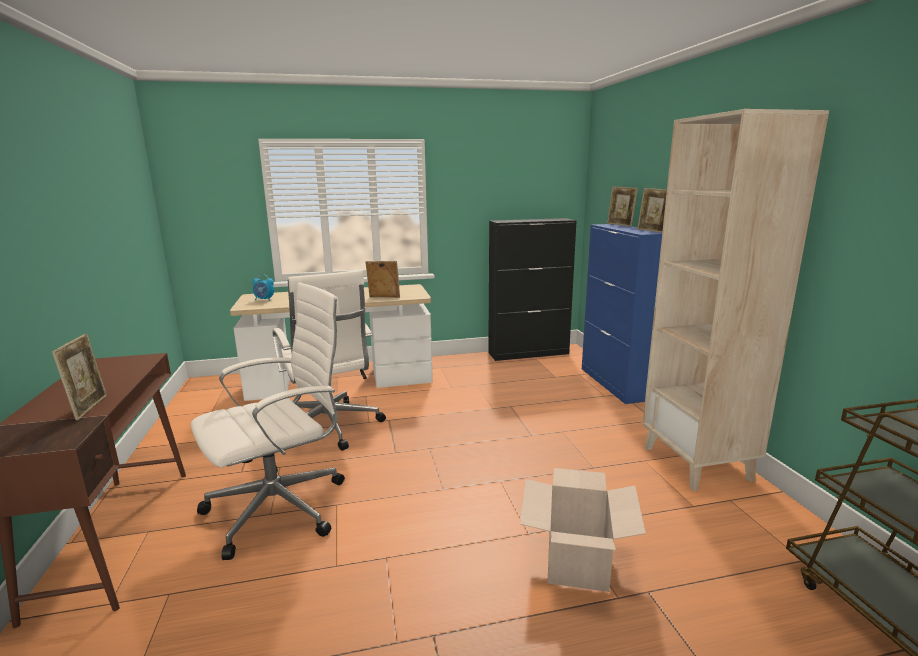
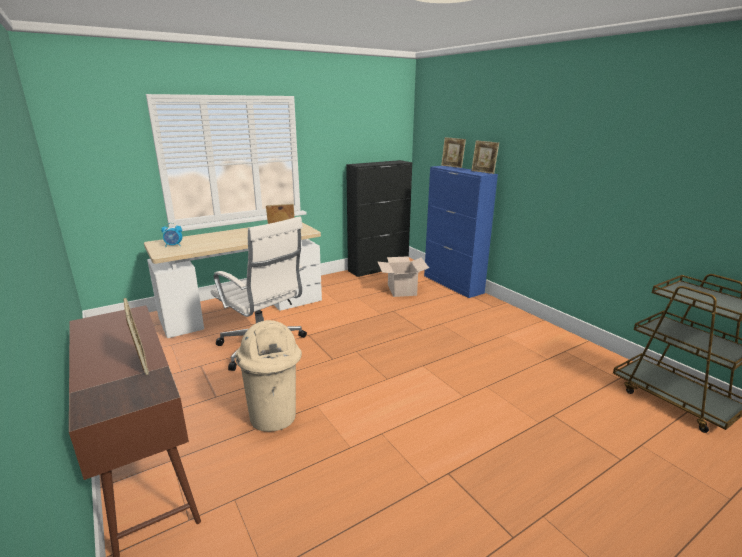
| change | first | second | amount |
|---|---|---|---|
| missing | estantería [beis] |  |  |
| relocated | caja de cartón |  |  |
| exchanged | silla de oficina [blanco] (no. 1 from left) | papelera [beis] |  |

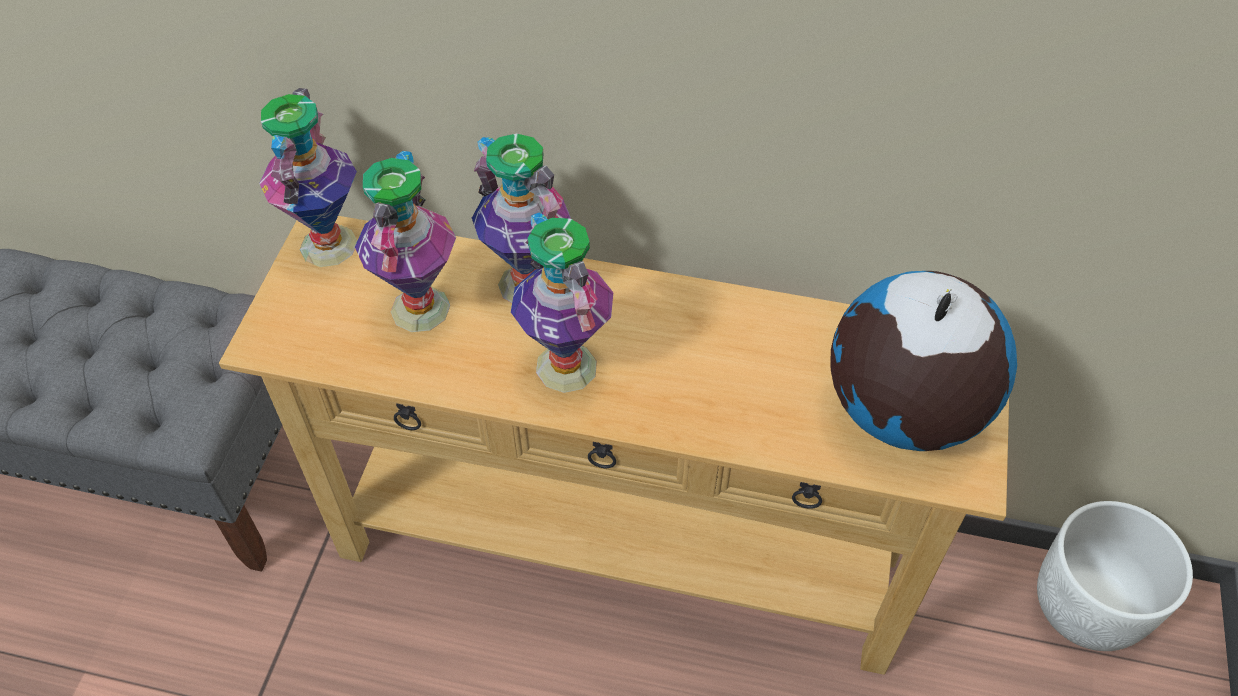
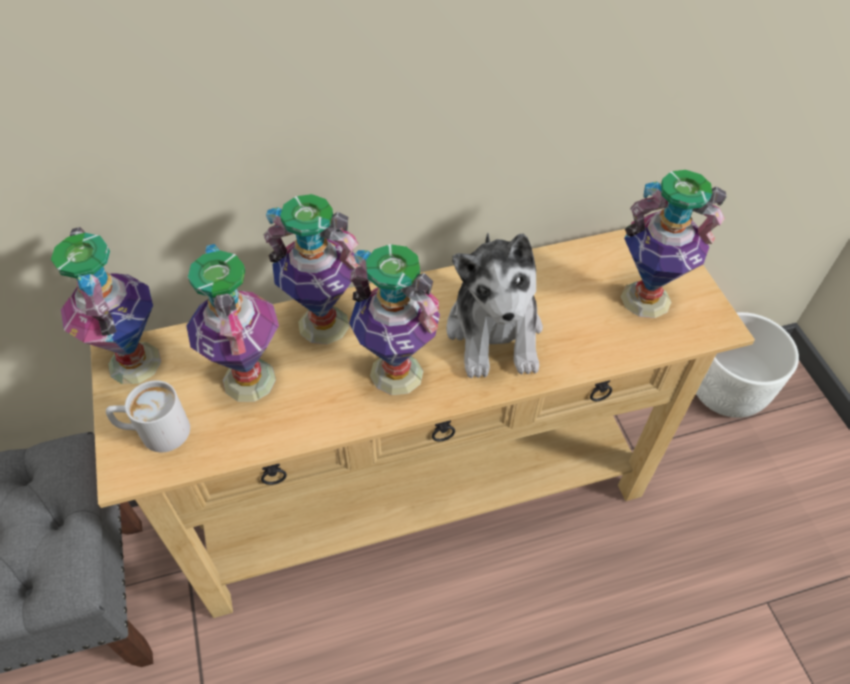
| change | first | second | amount |
|---|---|---|---|
| appeared |  | taza grande [blanco] |  |
| appeared |  | peluche |  |
| exchanged | globo terráqueo | florero (no. 5 from left) |  |

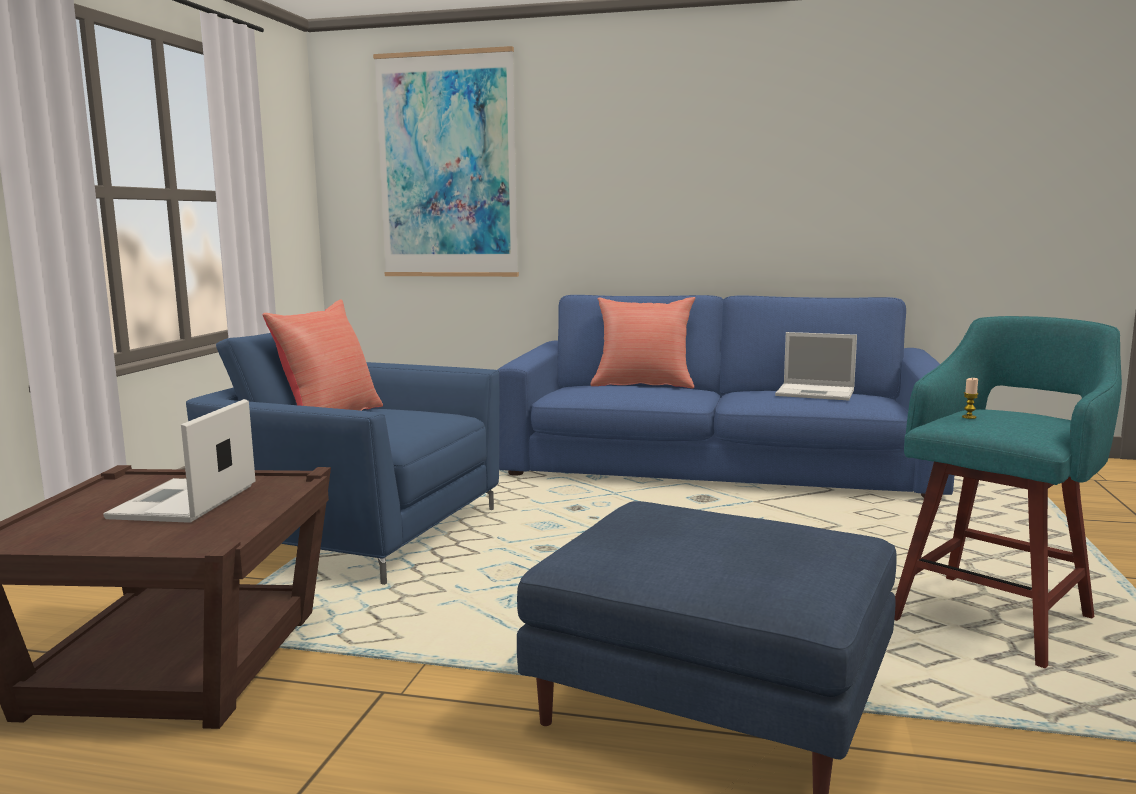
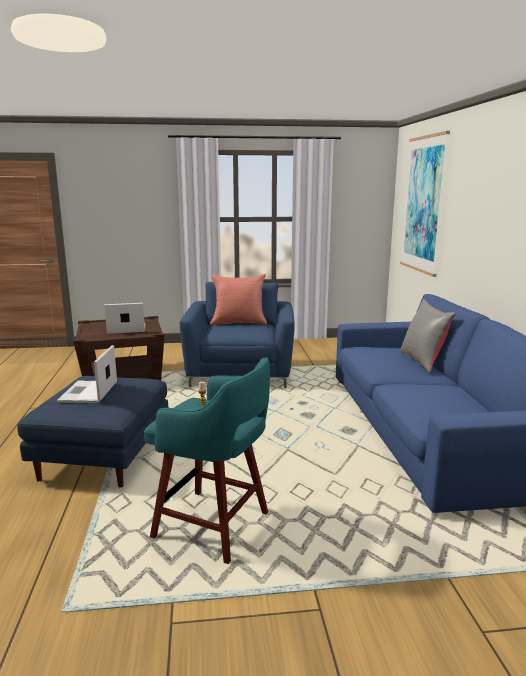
| change | first | second | amount |
|---|---|---|---|
| relocated | portátil (no. 2 from left in the first image) | portátil (no. 1 from left) |  |
| colour | cojín [rojo] (no. 2 from left) | cojín [gris] |  |

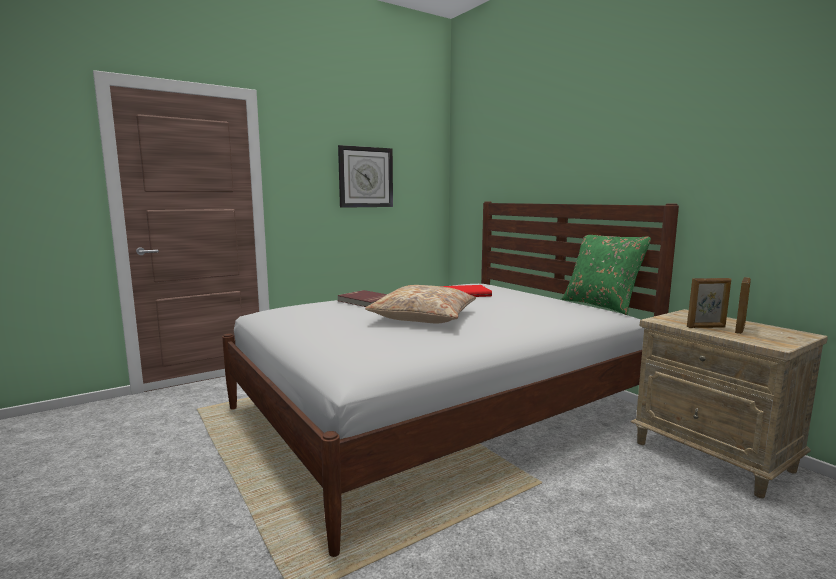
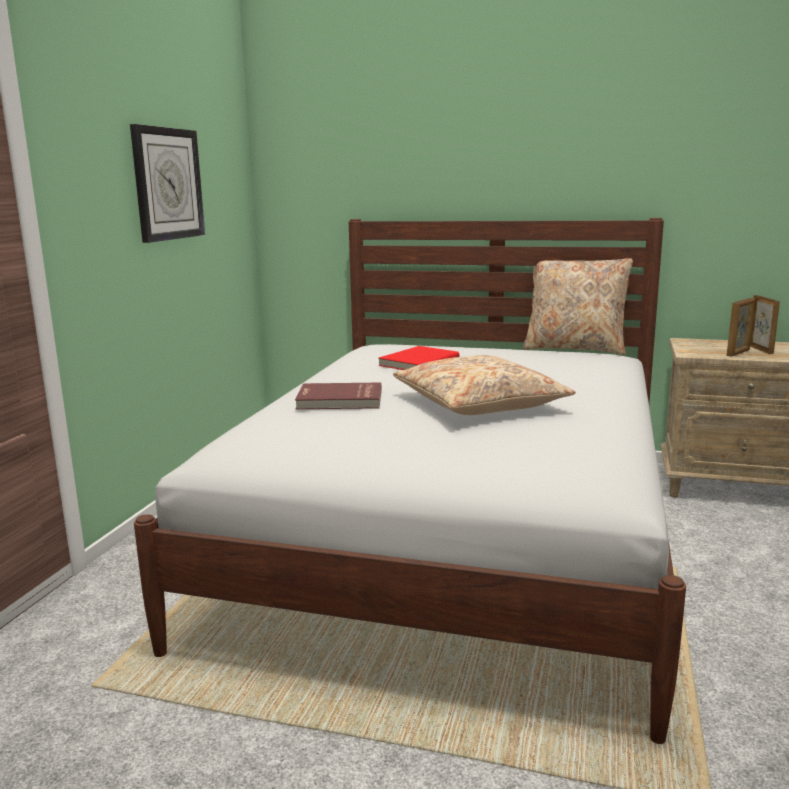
| change | first | second | amount |
|---|---|---|---|
| colour | cojín [verde] | cojín [beis] (no. 2 from left) |  |

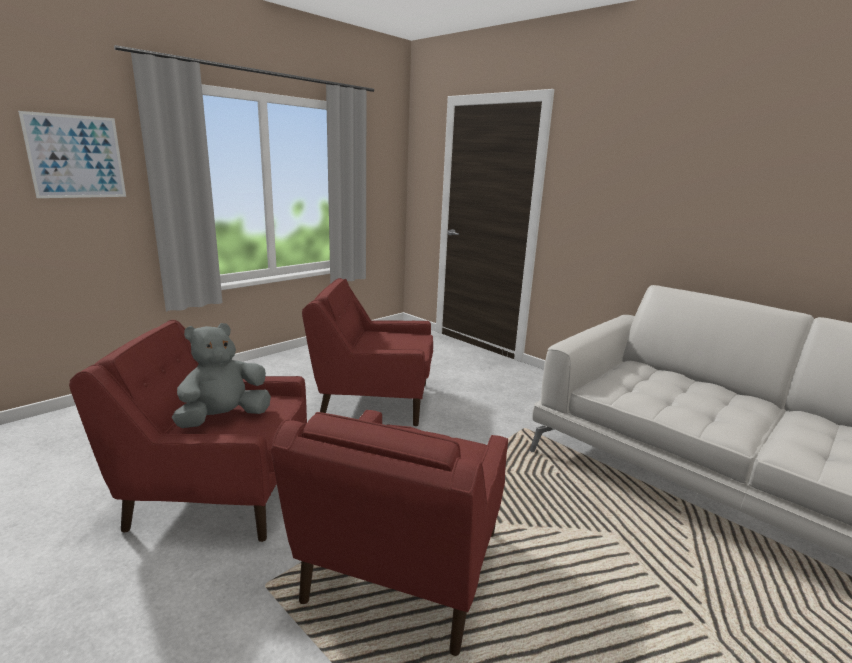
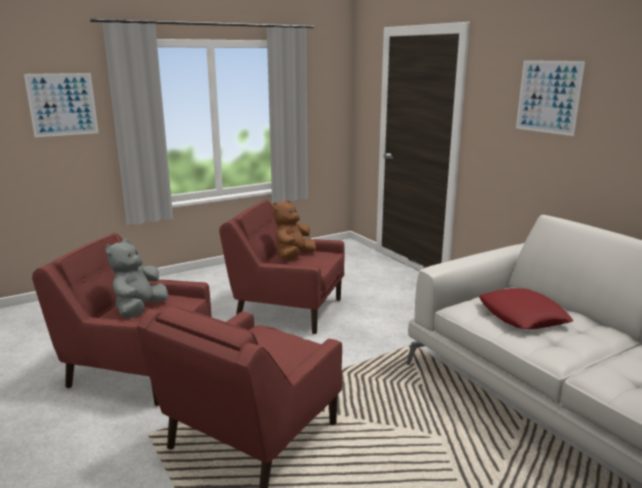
| change | first | second | amount |
|---|---|---|---|
| appeared |  | peluche [marrón] |  |
| appeared |  | cojín [rojo] |  |
| appeared |  | cuadro (no. 2 from left) |  |
| spun | peluche [gris] |  | 45 degrees counterclockwise |

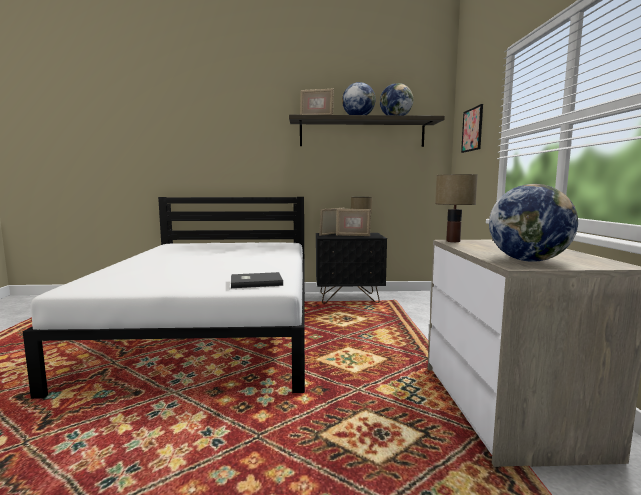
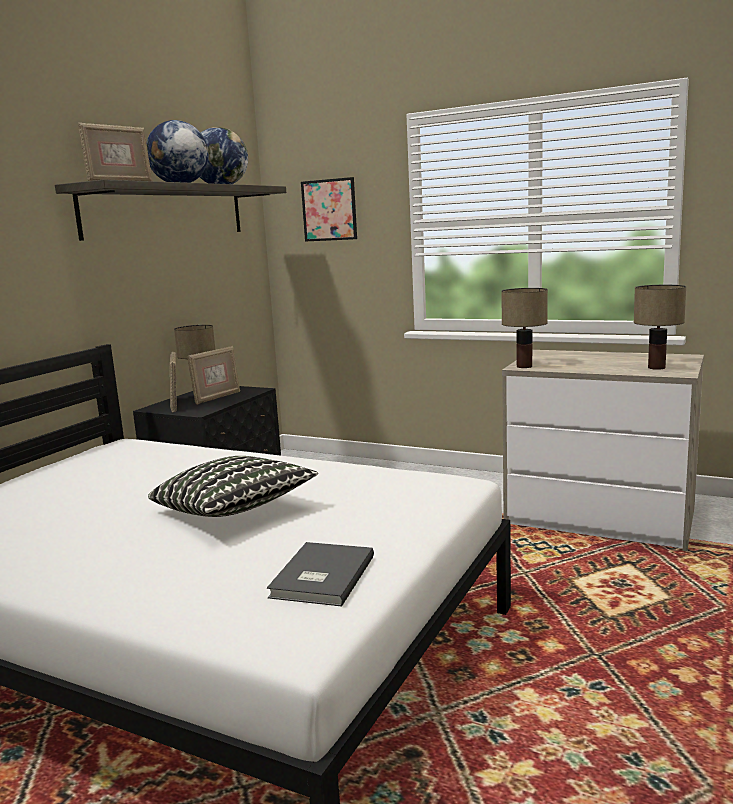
| change | first | second | amount |
|---|---|---|---|
| appeared |  | cojín |  |
| relocated | libro [gris] |  |  |
| exchanged | globo terráqueo (no. 3 from left) | lámpara de mesa (no. 3 from left) |  |

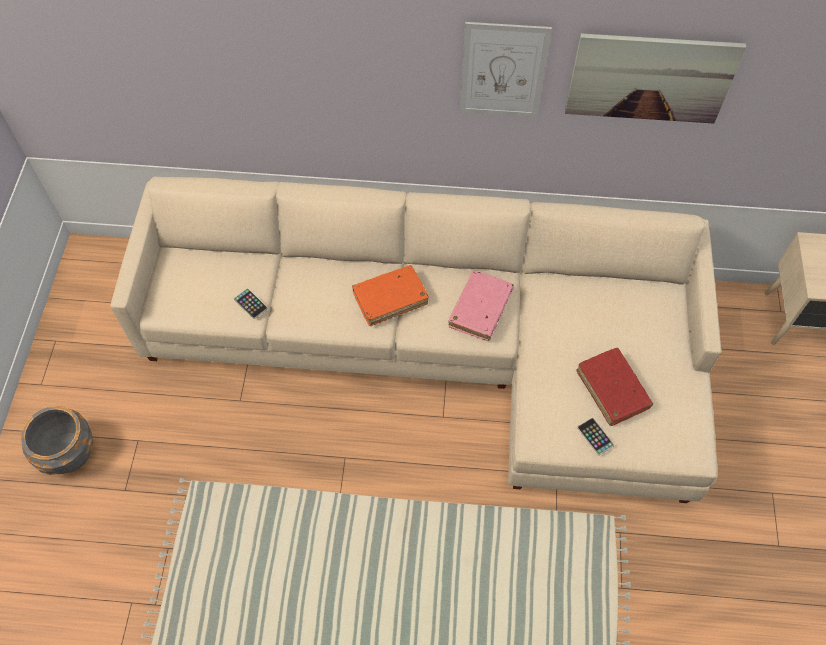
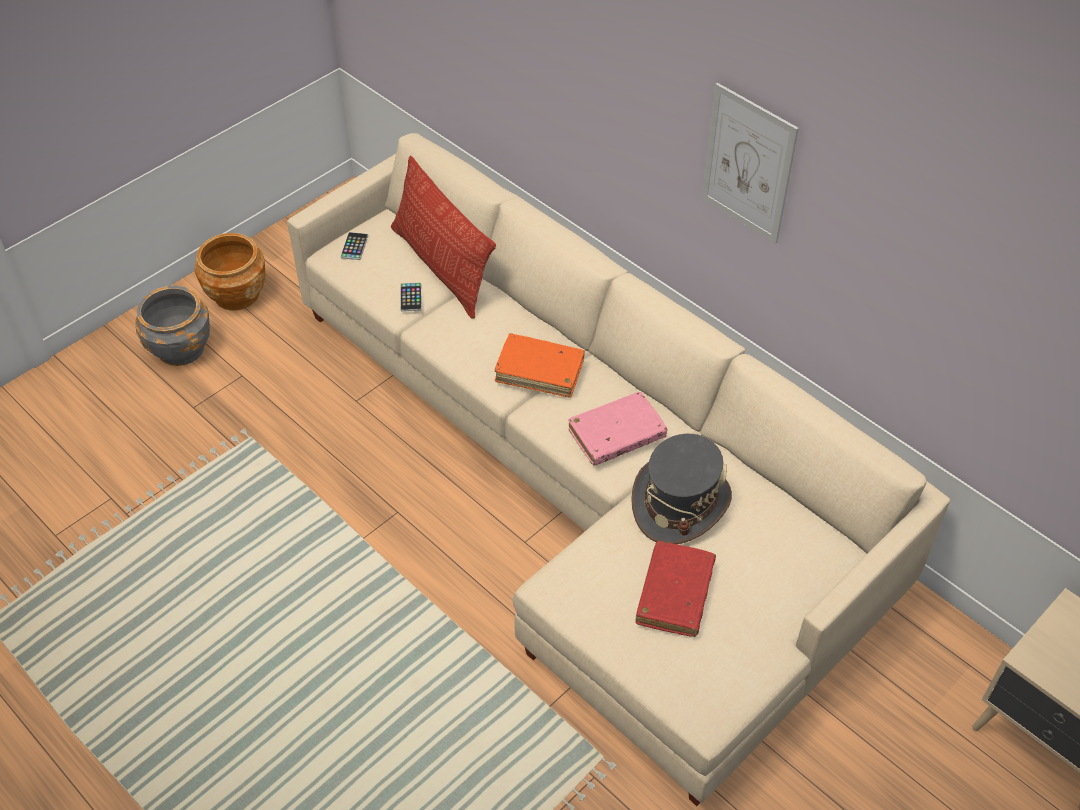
| change | first | second | amount |
|---|---|---|---|
| missing | cuadro (no. 2 from left) |  |  |
| appeared |  | maceta [marrón] |  |
| appeared |  | cojín |  |
| appeared |  | sombrero [gris] |  |
| relocated | móvil (no. 2 from left in the first image) | móvil (no. 1 from left) |  |

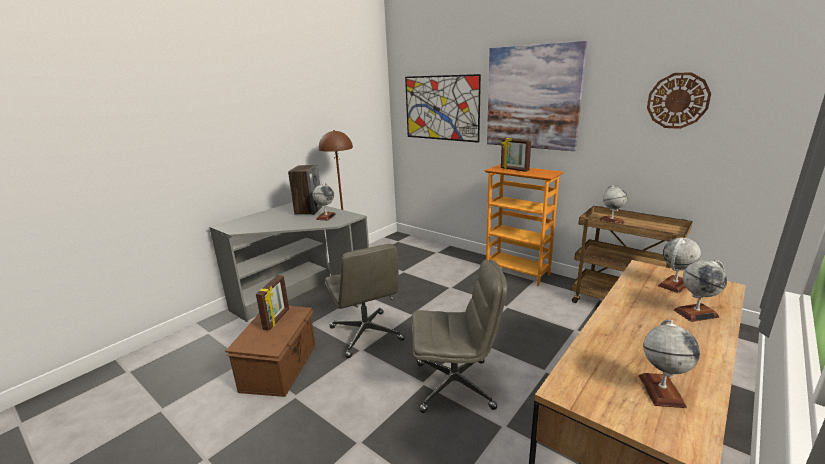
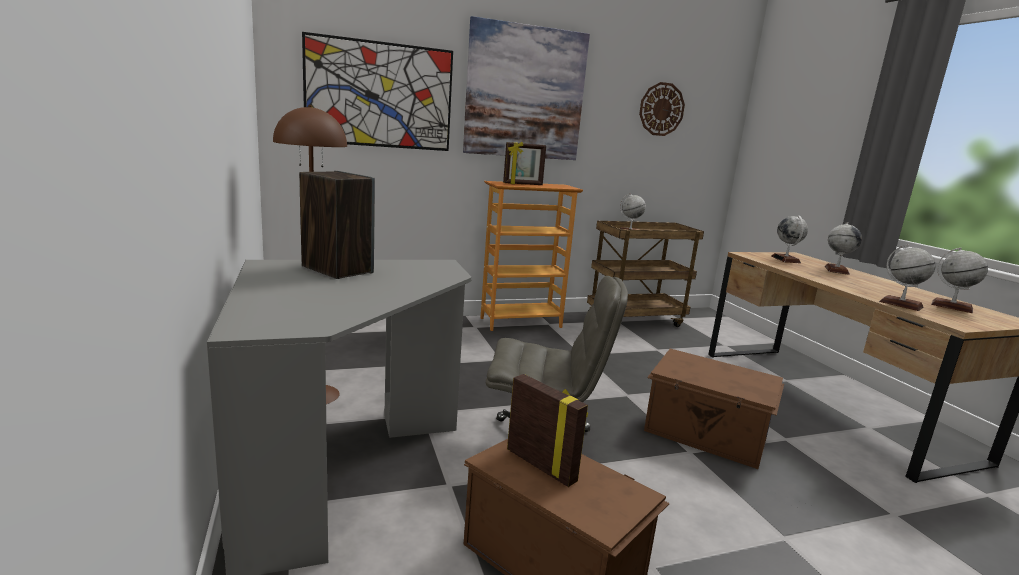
| change | first | second | amount |
|---|---|---|---|
| relocated | globo terráqueo (no. 1 from left in the first image) | globo terráqueo (no. 4 from left) |  |
| exchanged | silla de oficina [gris] (no. 2 from left) | caja de almacenaje [marrón] (no. 2 from left) |  |

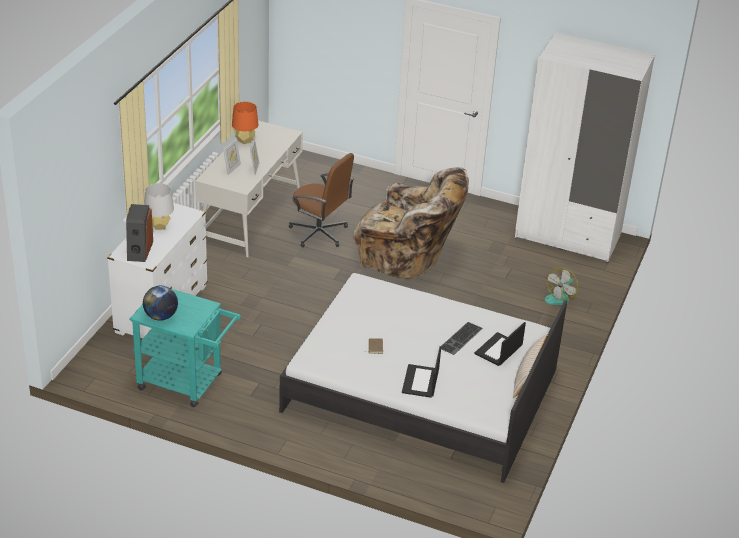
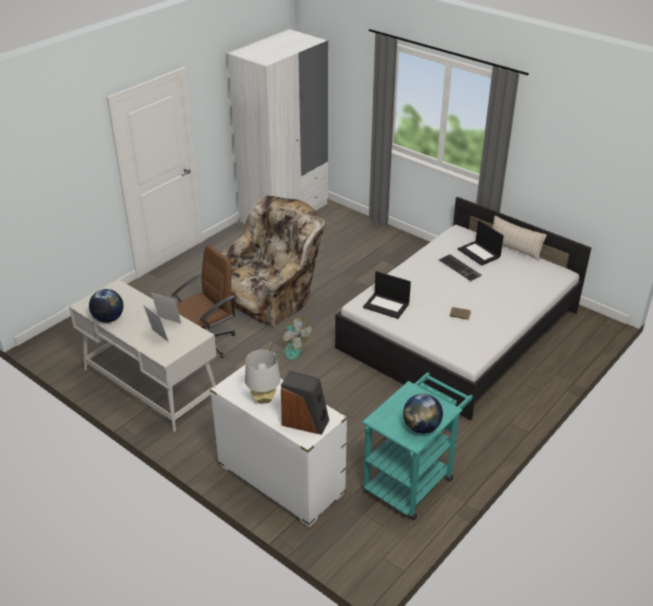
| change | first | second | amount |
|---|---|---|---|
| relocated | portátil (no. 1 from left) |  |  |
| relocated | ventilador |  |  |
| exchanged | lámpara de mesa [naranja] | globo terráqueo (no. 1 from left) |  |

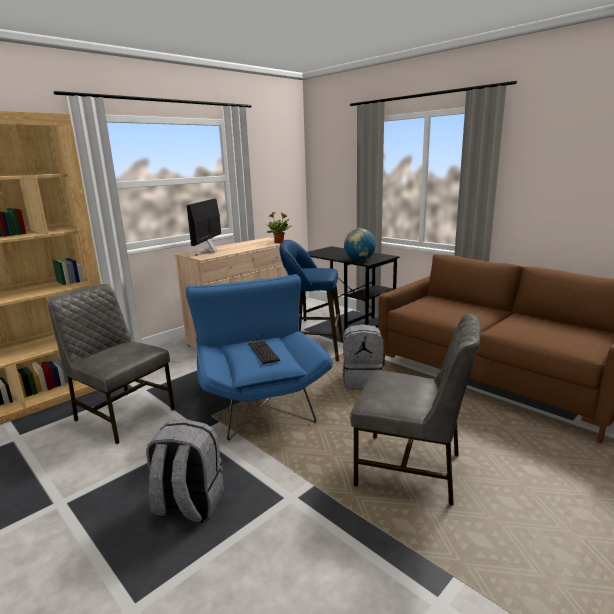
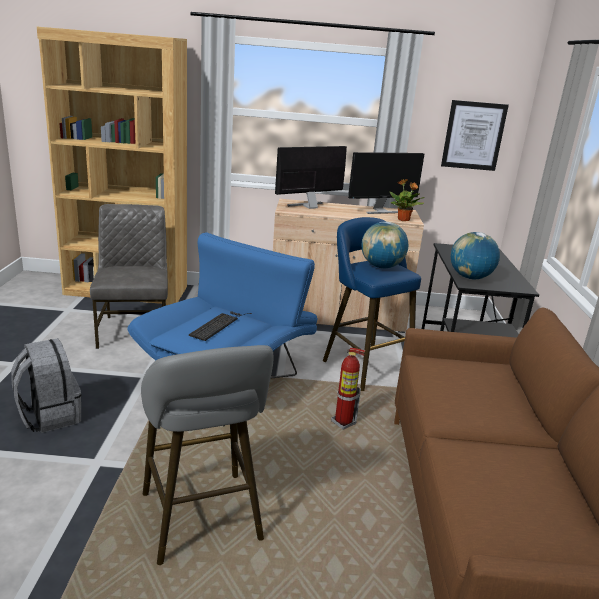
| change | first | second | amount |
|---|---|---|---|
| appeared |  | monitor (no. 2 from left) |  |
| appeared |  | globo terráqueo (no. 1 from left) |  |
| appeared |  | cuadro |  |
| exchanged | mochila [gris] (no. 2 from left) | extintor |  |
| exchanged | silla [gris] (no. 2 from left) | taburete [gris] |  |

